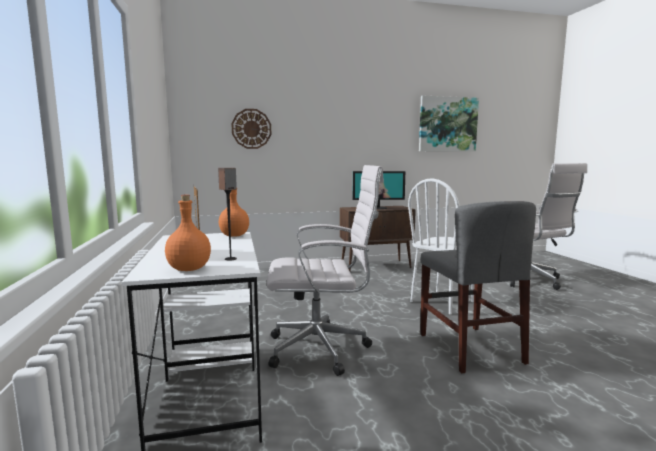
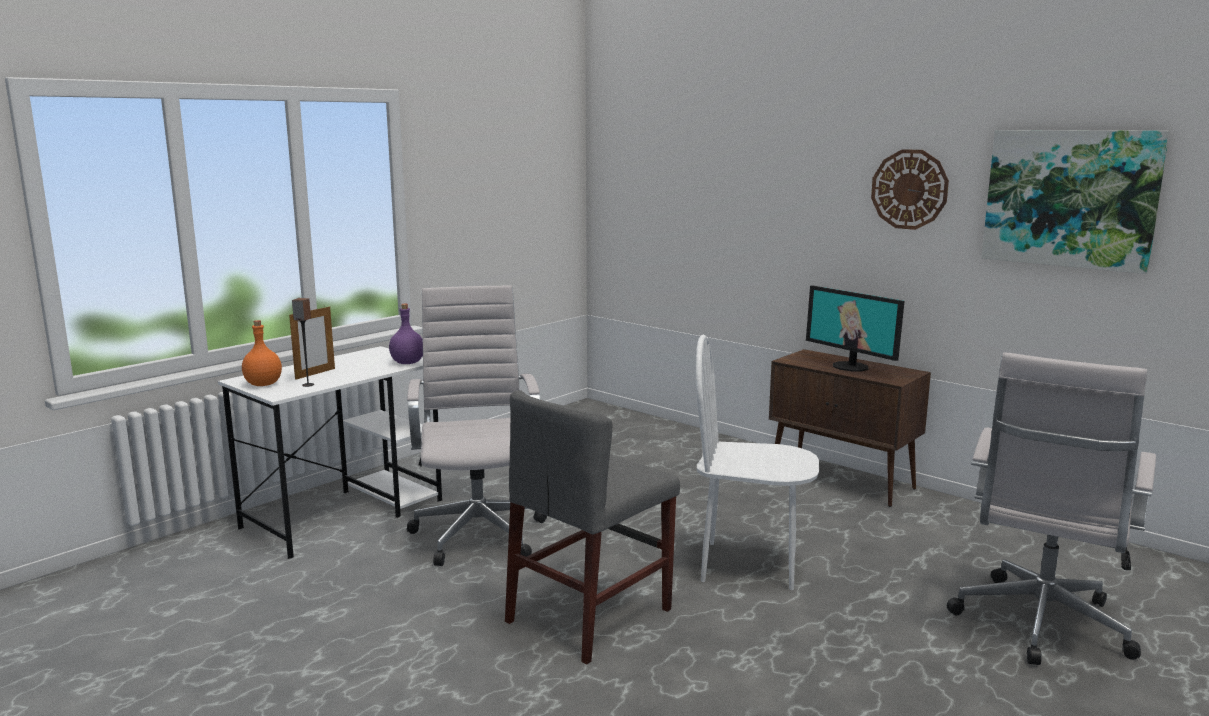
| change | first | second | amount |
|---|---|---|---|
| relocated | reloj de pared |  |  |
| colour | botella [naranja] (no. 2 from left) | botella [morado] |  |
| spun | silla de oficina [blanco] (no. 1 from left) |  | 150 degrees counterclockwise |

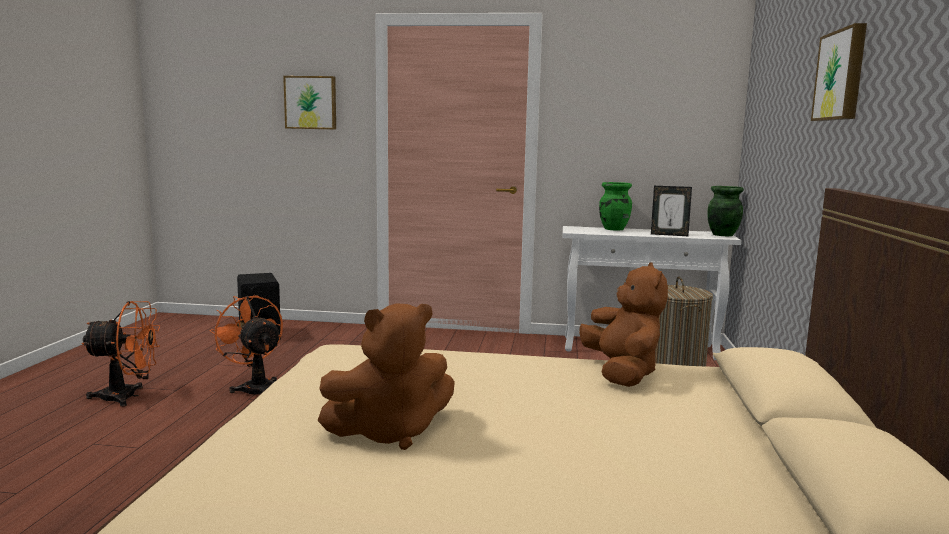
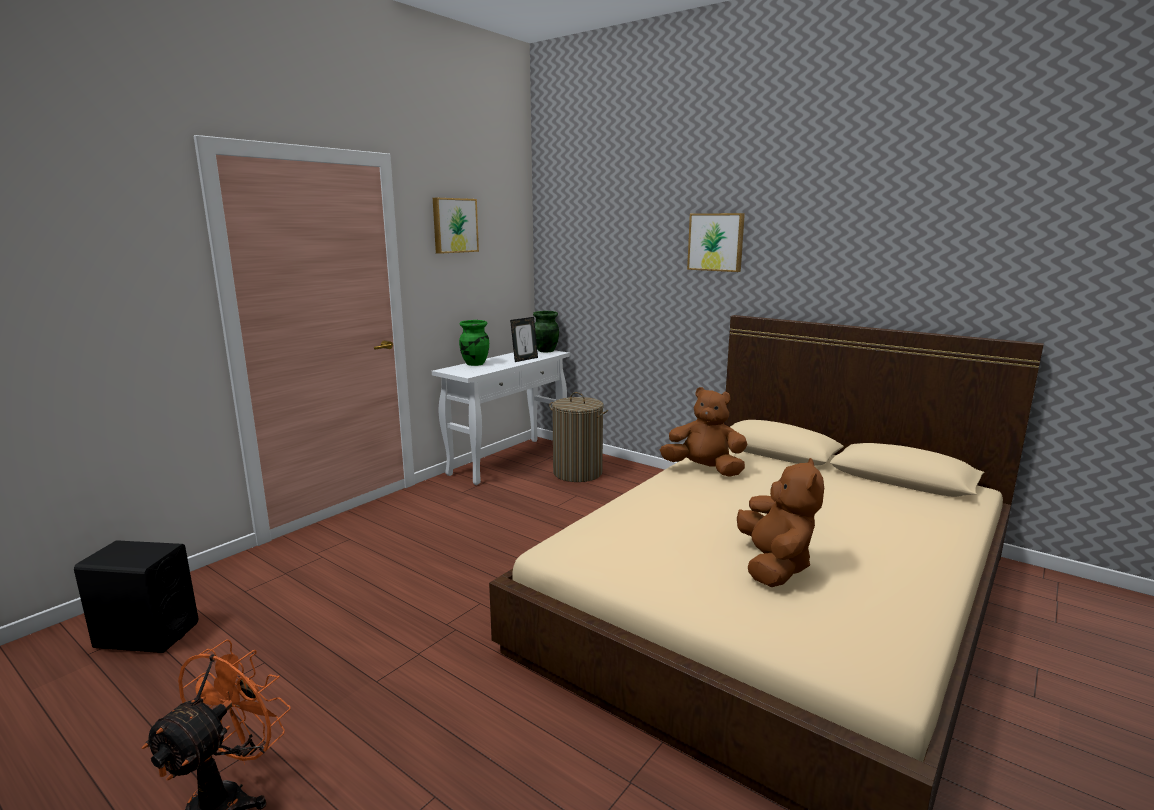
| change | first | second | amount |
|---|---|---|---|
| missing | ventilador [naranja] (no. 2 from left) |  |  |
| relocated | cuadro (no. 1 from left) |  |  |

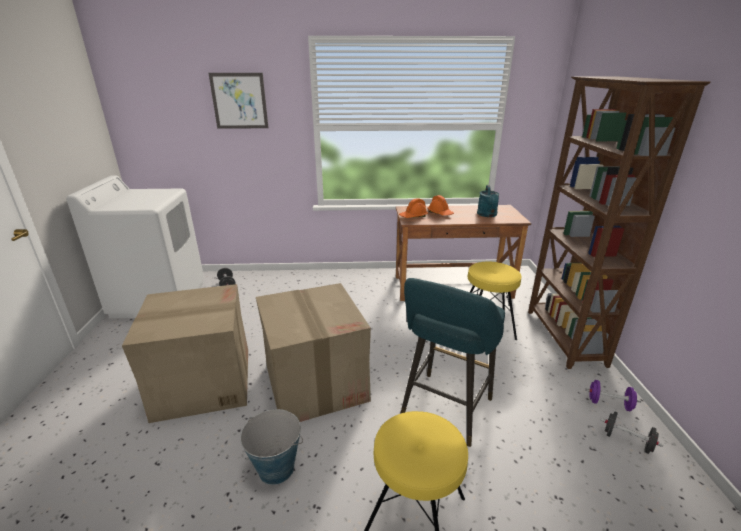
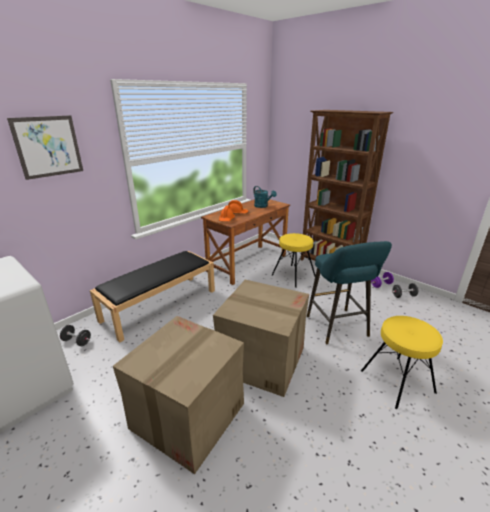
| change | first | second | amount |
|---|---|---|---|
| missing | cubo |  |  |
| appeared |  | banco [negro] |  |

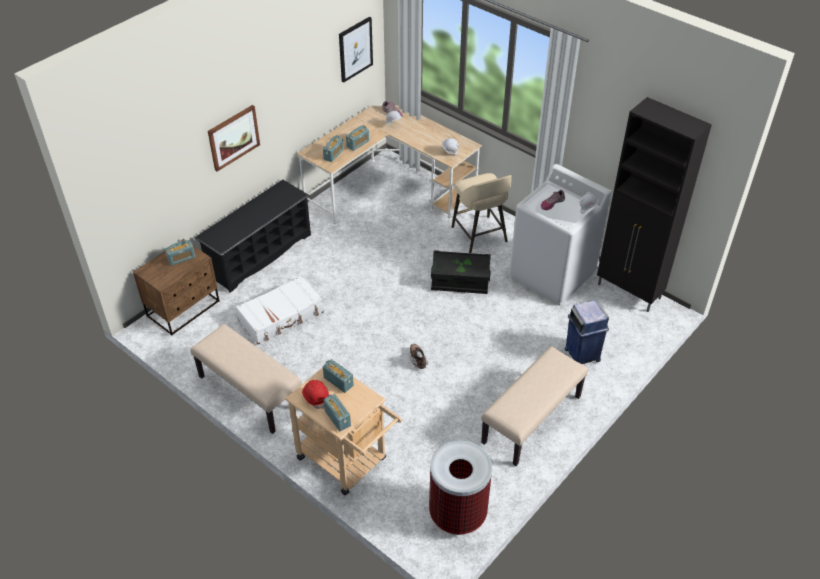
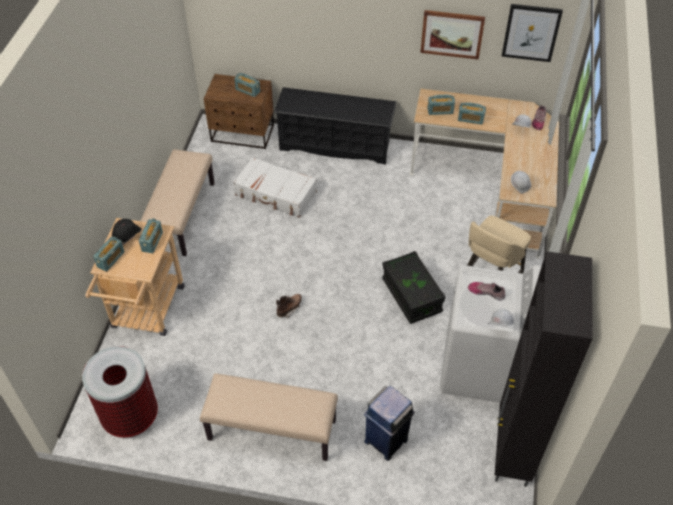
| change | first | second | amount |
|---|---|---|---|
| relocated | cuadro (no. 1 from left) |  |  |
| colour | casco [rojo] | casco [negro] |  |

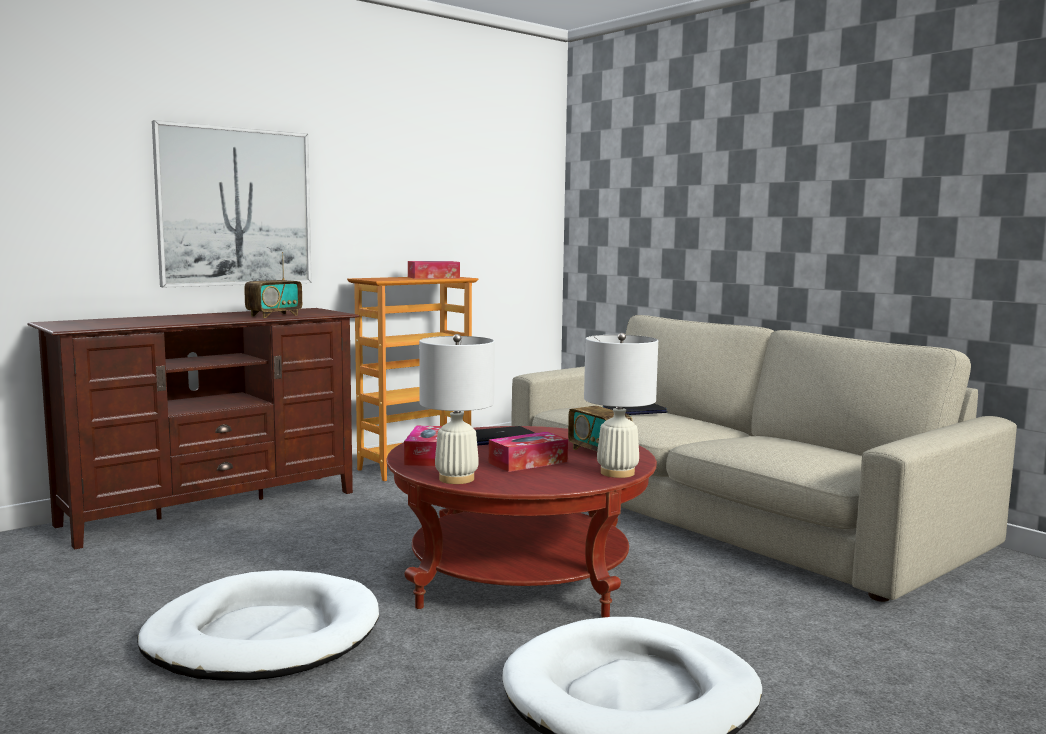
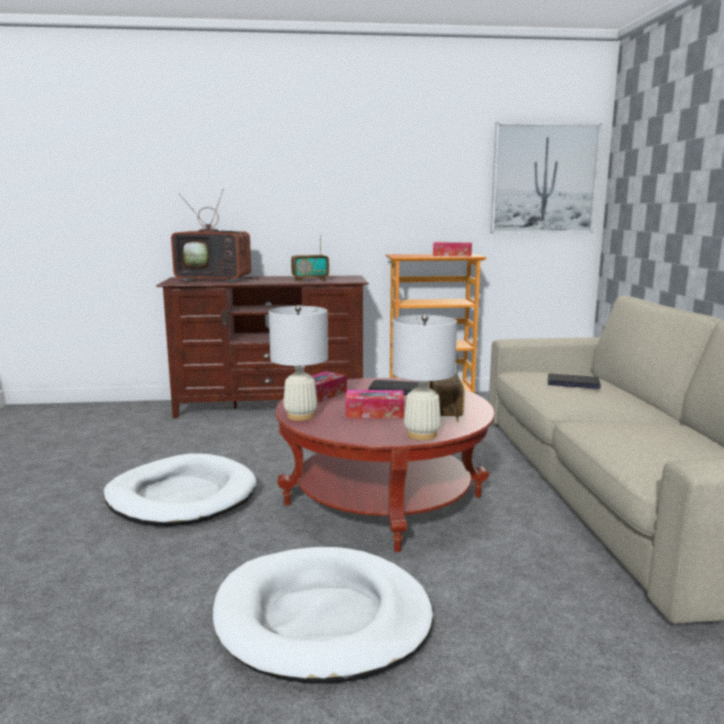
| change | first | second | amount |
|---|---|---|---|
| appeared |  | televisor |  |
| relocated | cuadro |  |  |

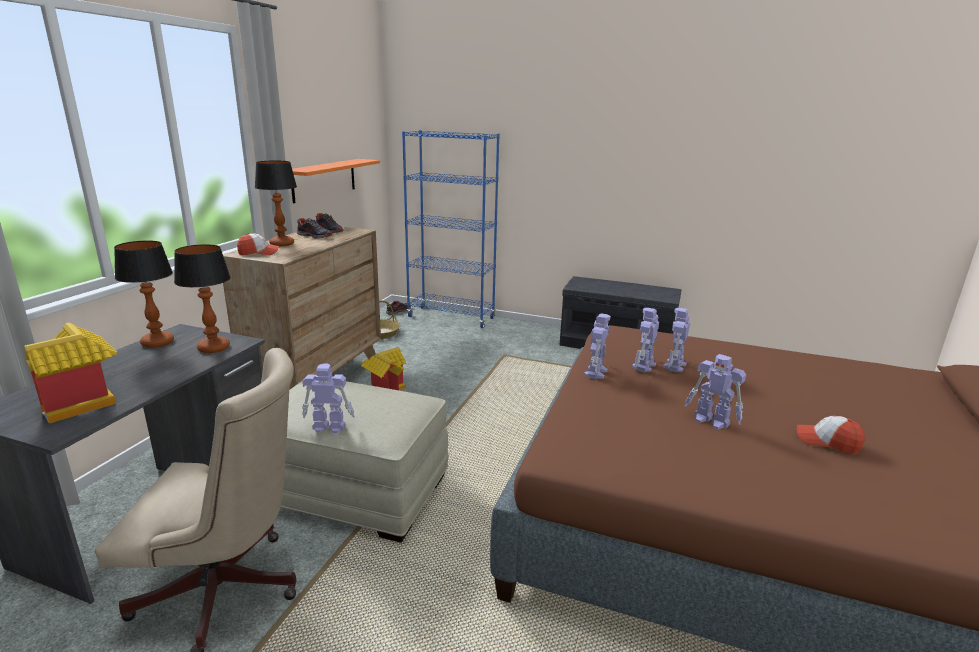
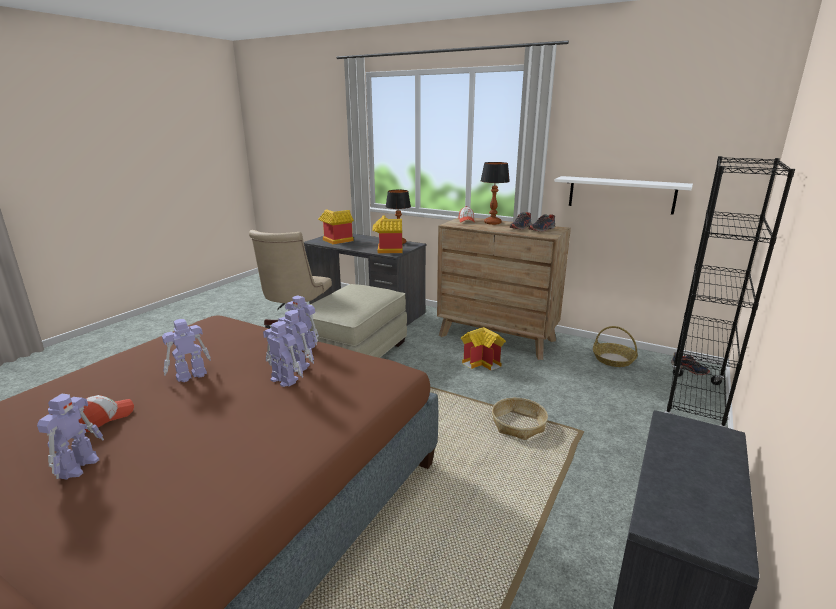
| change | first | second | amount |
|---|---|---|---|
| appeared |  | cesta (no. 1 from left) |  |
| relocated | robot de juguete (no. 1 from left) |  |  |
| exchanged | lámpara de mesa (no. 2 from left) | casita (no. 2 from left) |  |
| colour | estante [naranja] | estante [blanco] |  |
| colour | estantería [azul] | estantería [negro] |  |

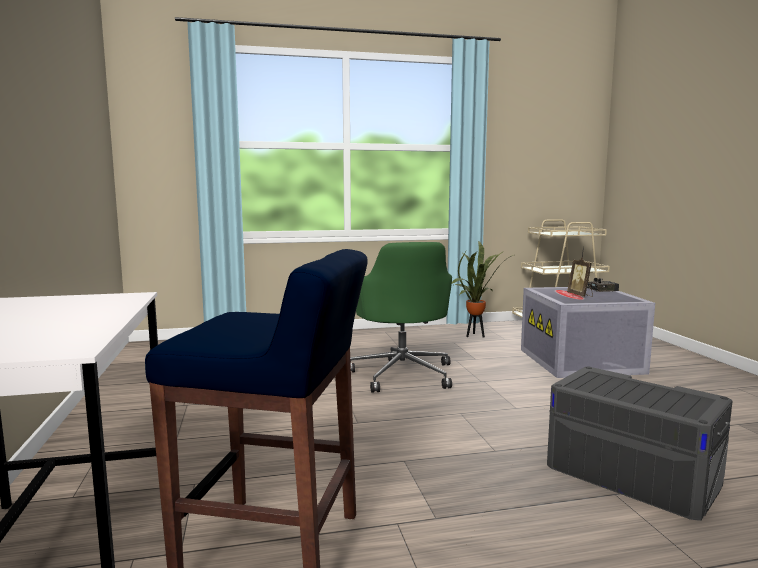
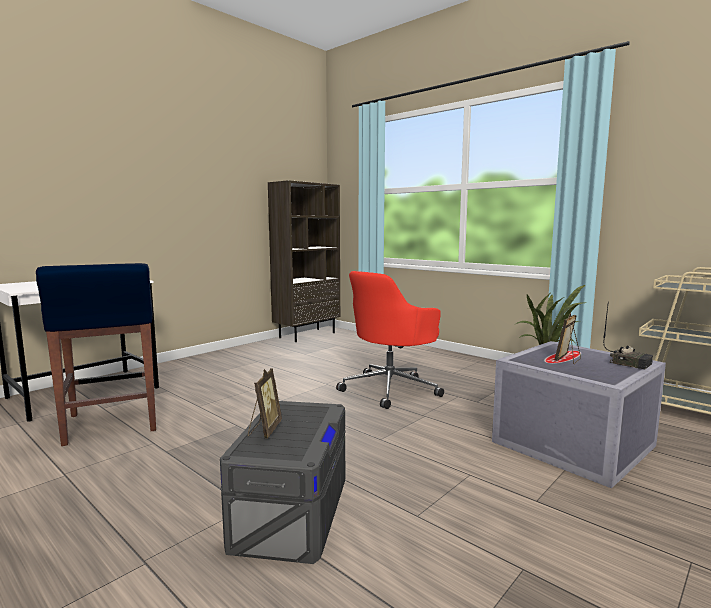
| change | first | second | amount |
|---|---|---|---|
| appeared |  | portarretratos (no. 1 from left) |  |
| appeared |  | estantería [marrón] |  |
| colour | silla de oficina [verde] | silla de oficina [rojo] |  |

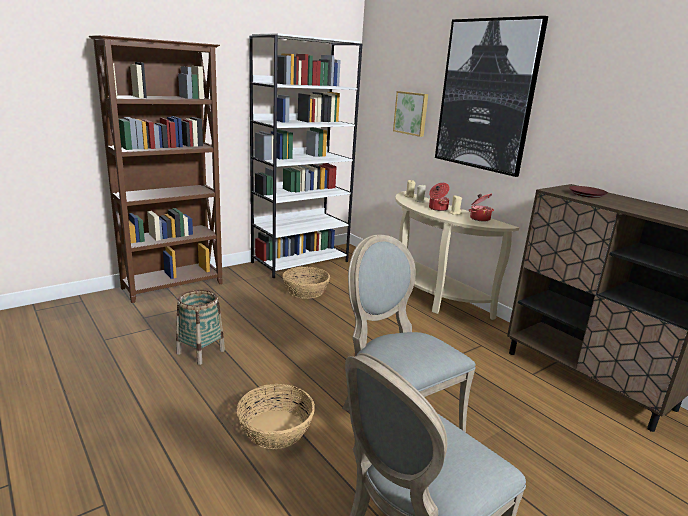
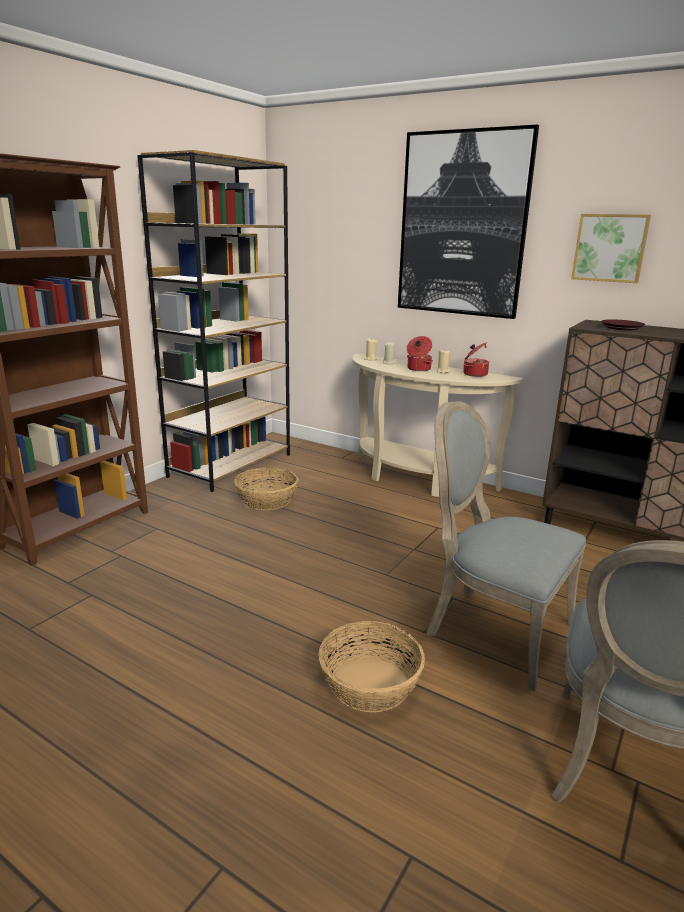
| change | first | second | amount |
|---|---|---|---|
| missing | cesta (no. 1 from left) |  |  |
| relocated | cuadro (no. 1 from left in the first image) | cuadro (no. 2 from left) |  |
| colour | estantería [blanco] | estantería [marrón] (no. 2 from left) |  |

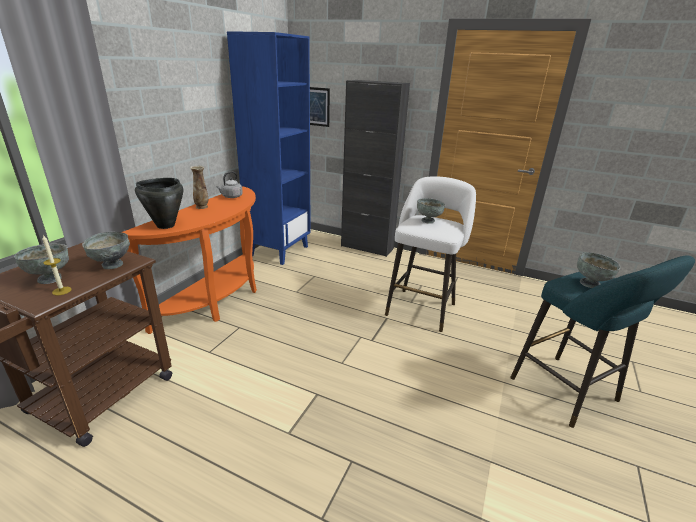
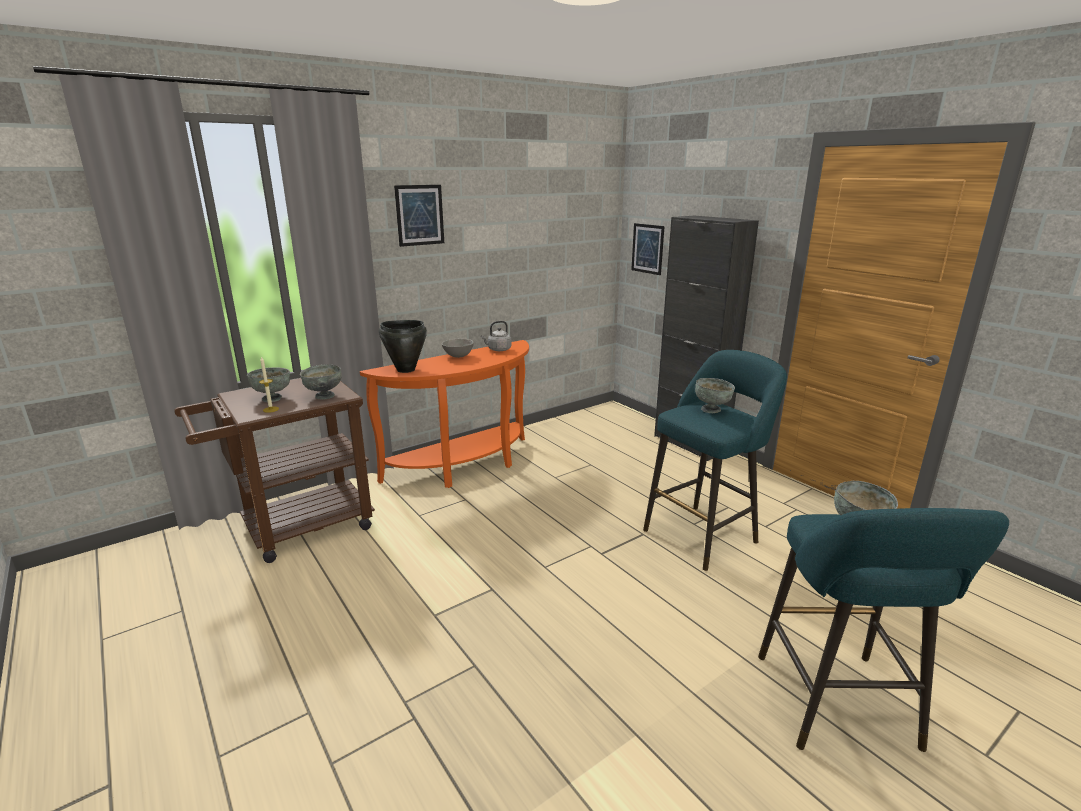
| change | first | second | amount |
|---|---|---|---|
| missing | estantería [azul] |  |  |
| appeared |  | cuadro (no. 1 from left) |  |
| exchanged | florero | cuenco [gris] (no. 3 from left) |  |
| colour | taburete [blanco] | taburete [turquesa] (no. 1 from left) |  |

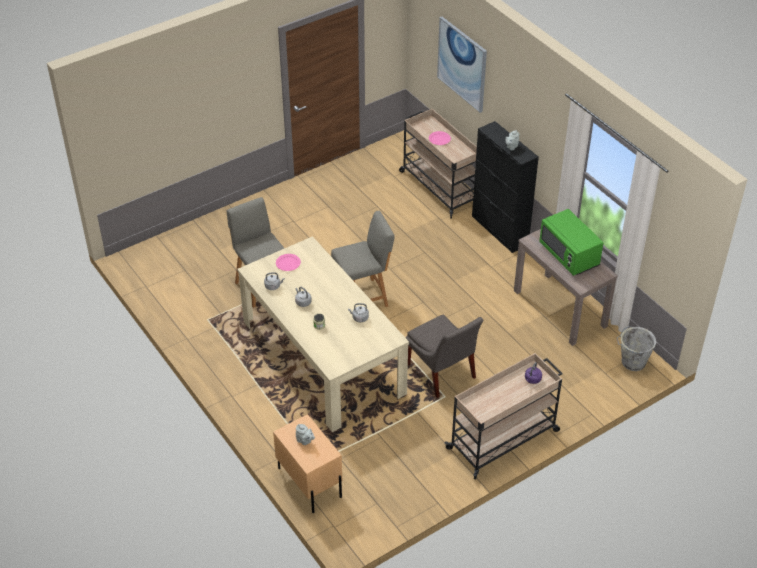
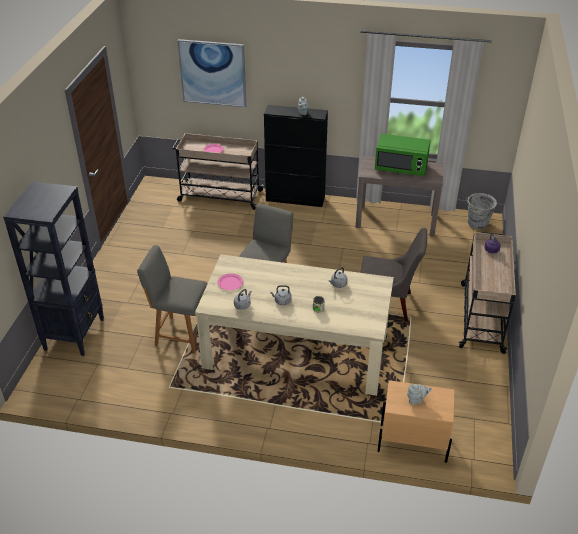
| change | first | second | amount |
|---|---|---|---|
| appeared |  | estantería [negro] |  |

